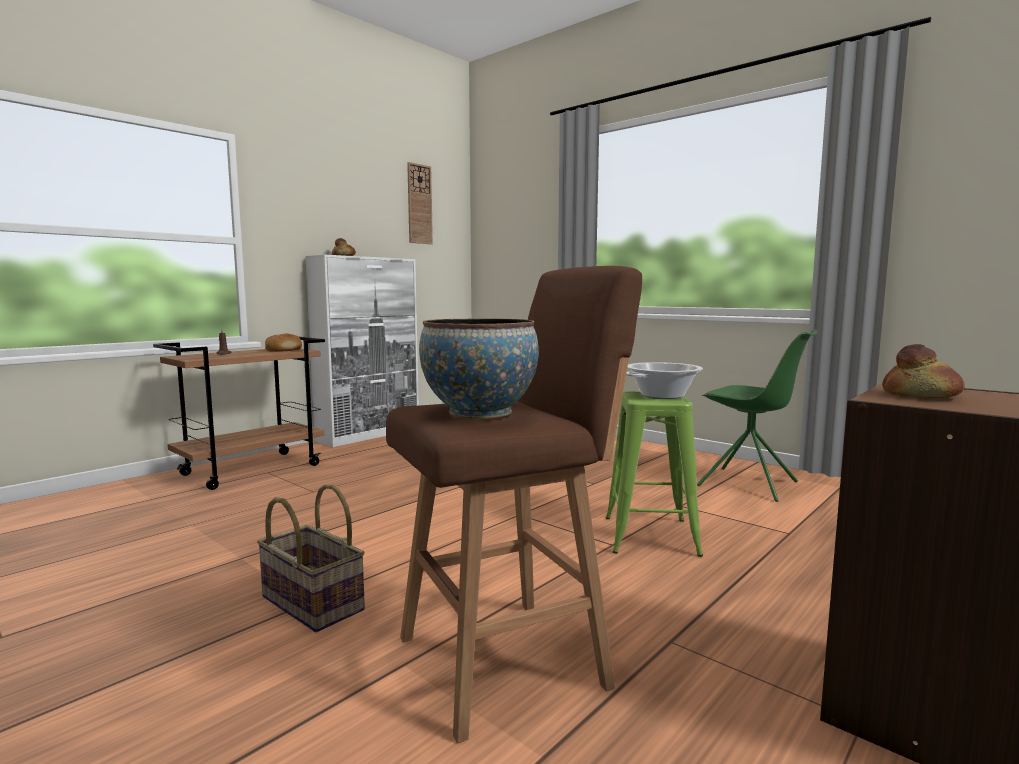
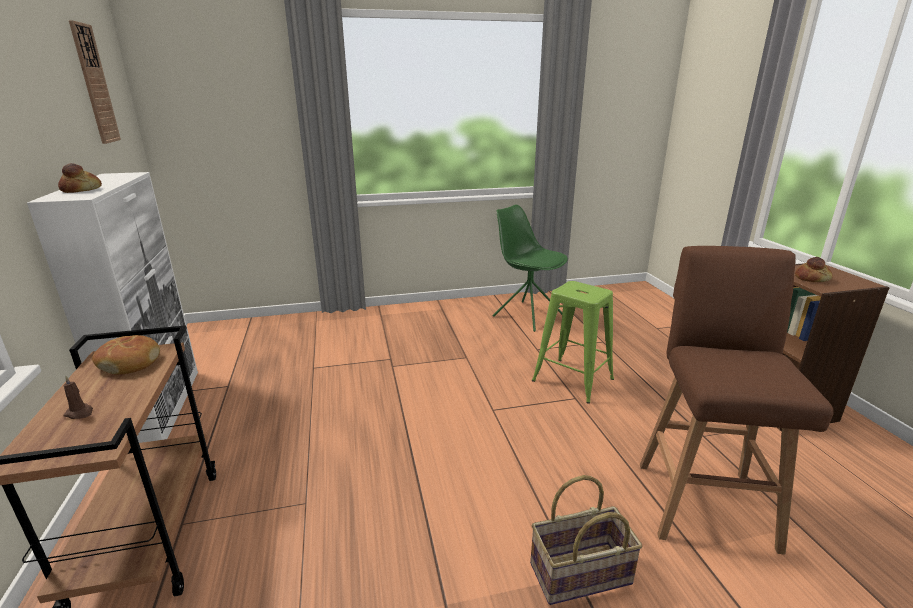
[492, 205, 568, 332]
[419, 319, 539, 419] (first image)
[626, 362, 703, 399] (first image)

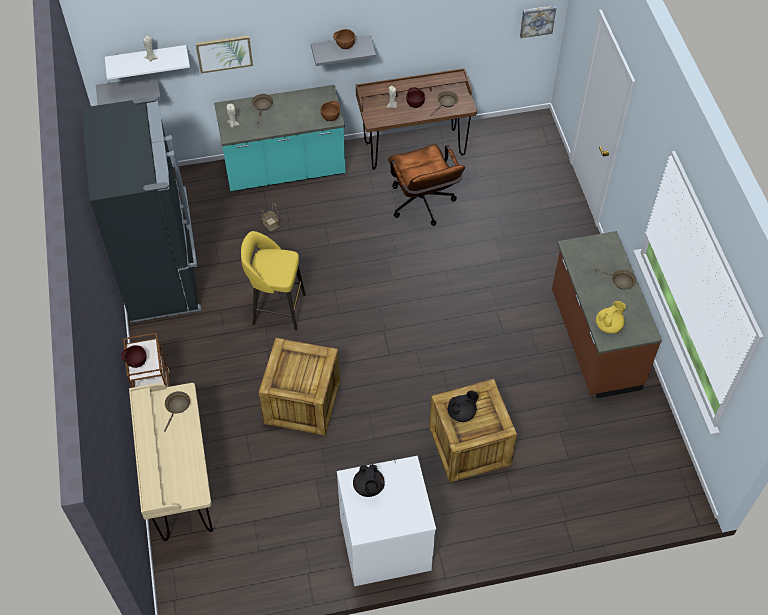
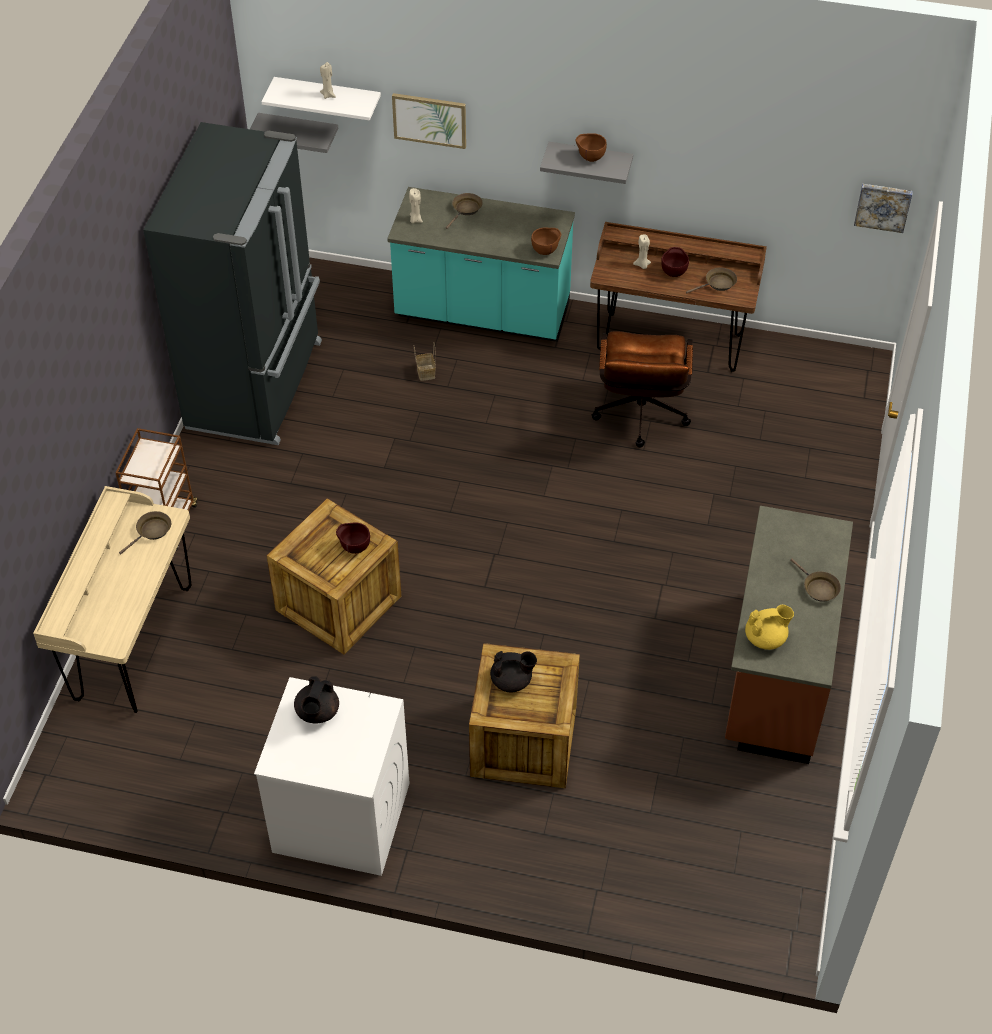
[336, 522, 370, 554]
[241, 231, 306, 331] (first image)

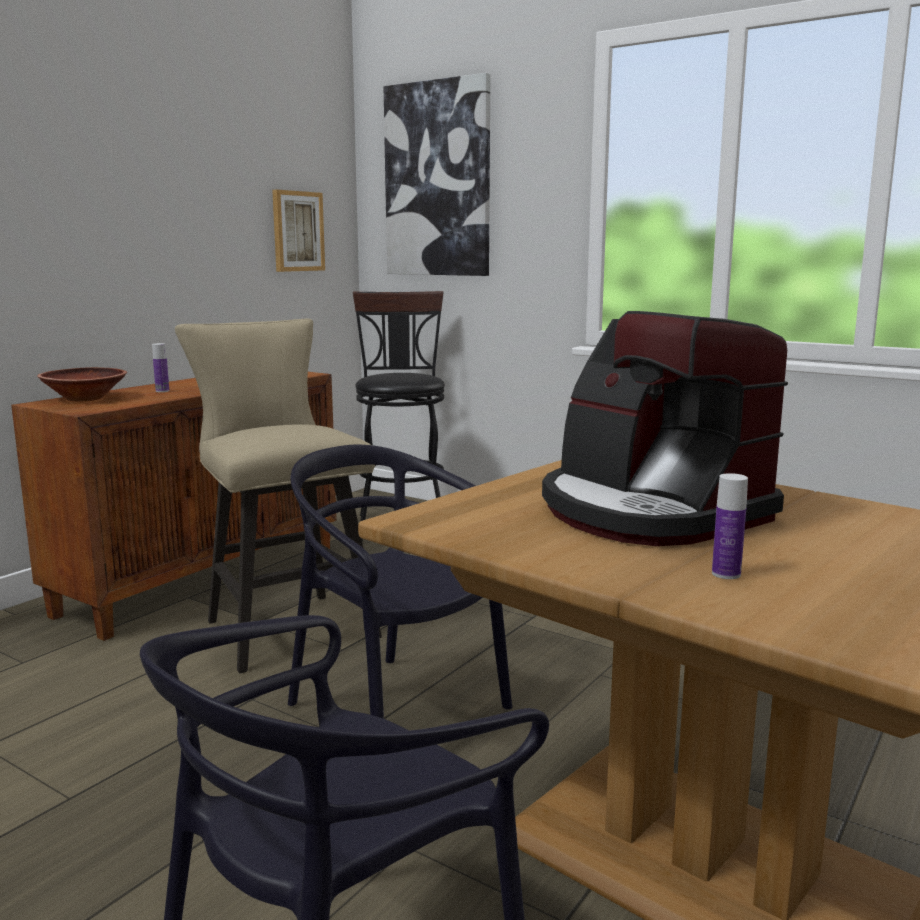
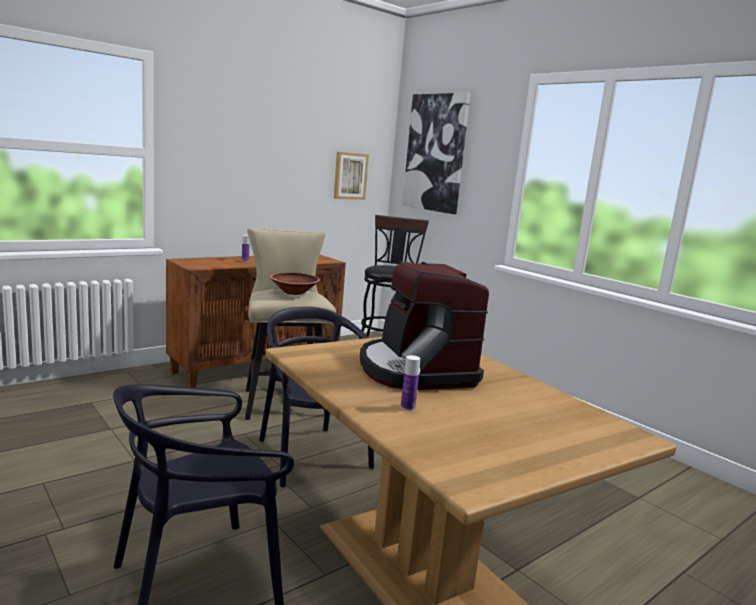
[270, 273, 320, 295]

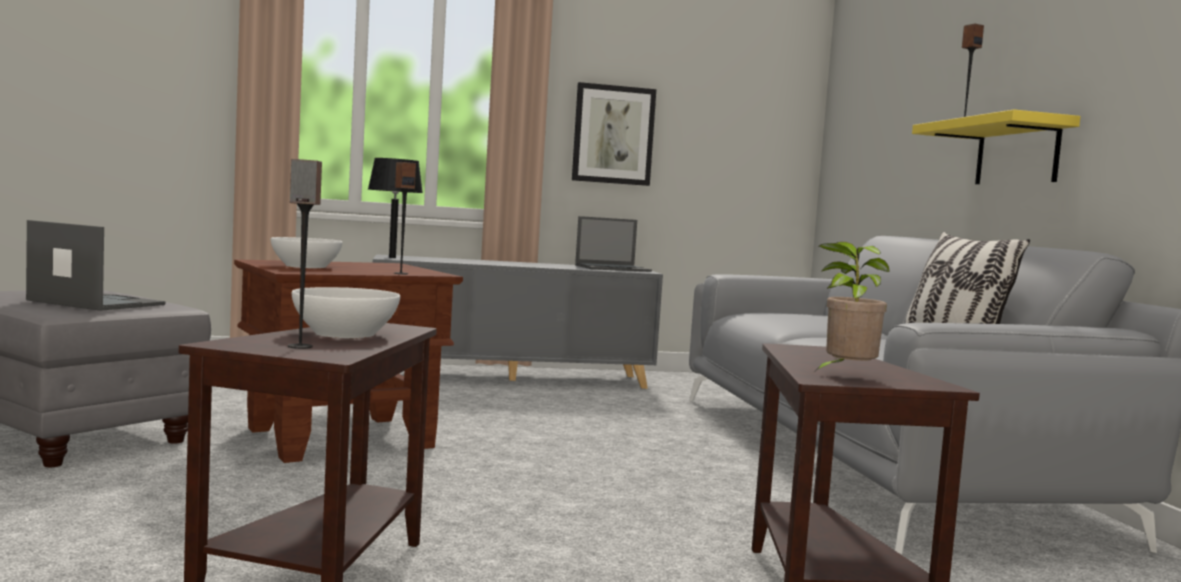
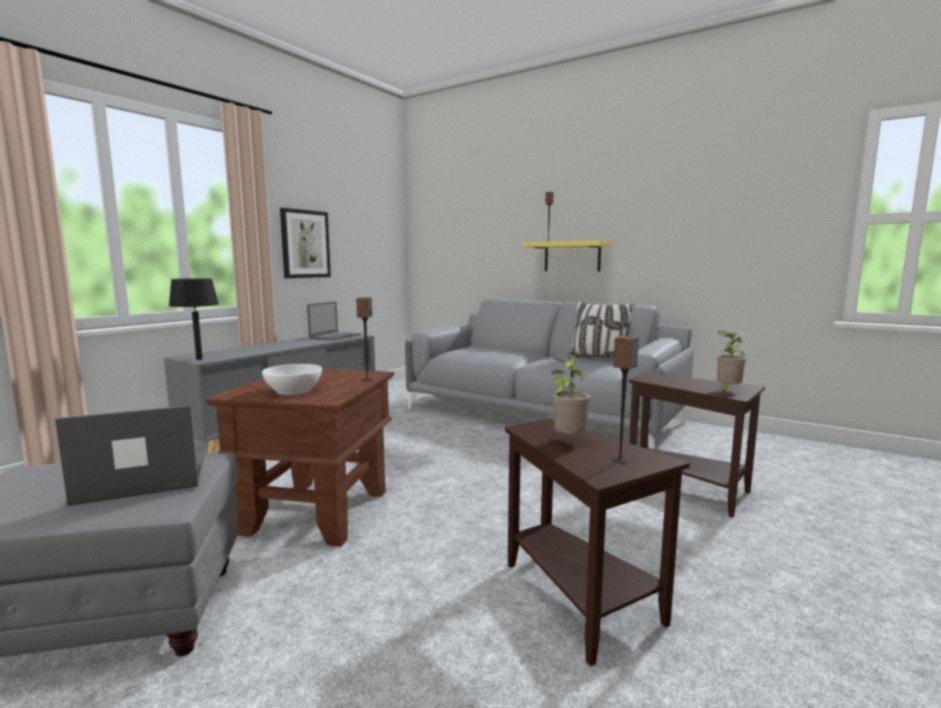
[552, 356, 590, 435]

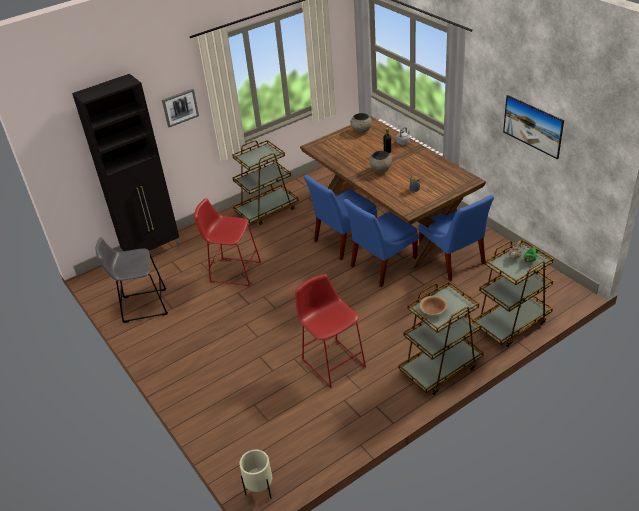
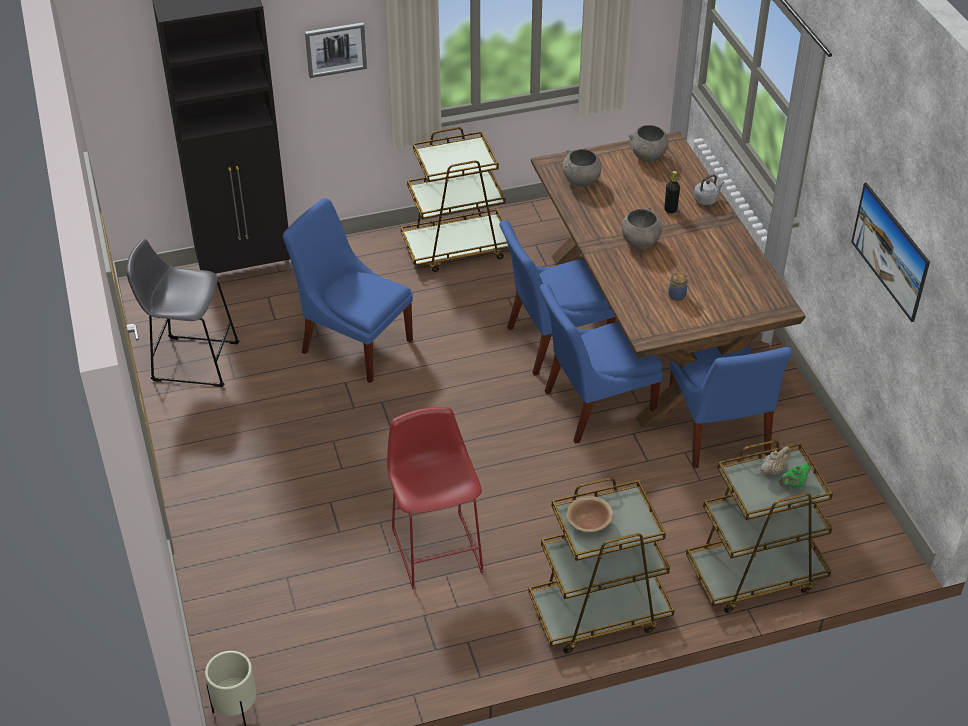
[283, 198, 413, 383]
[562, 149, 601, 187]

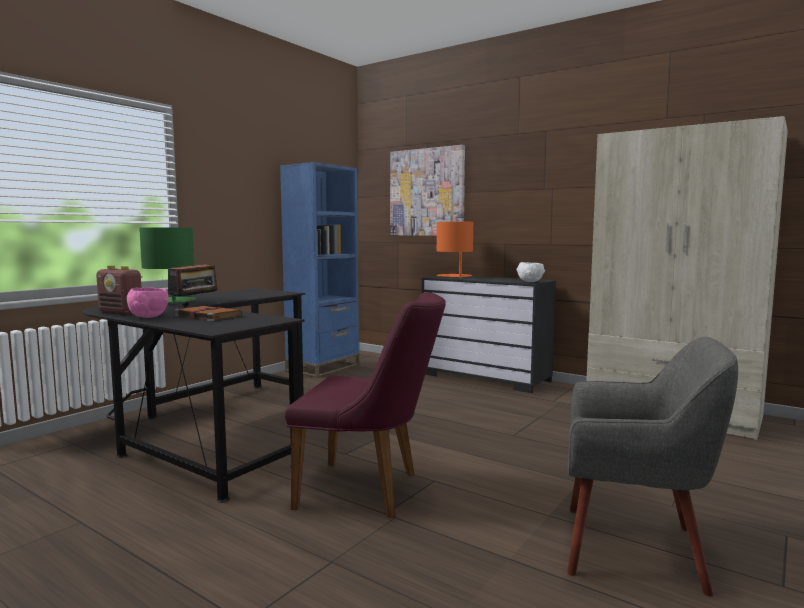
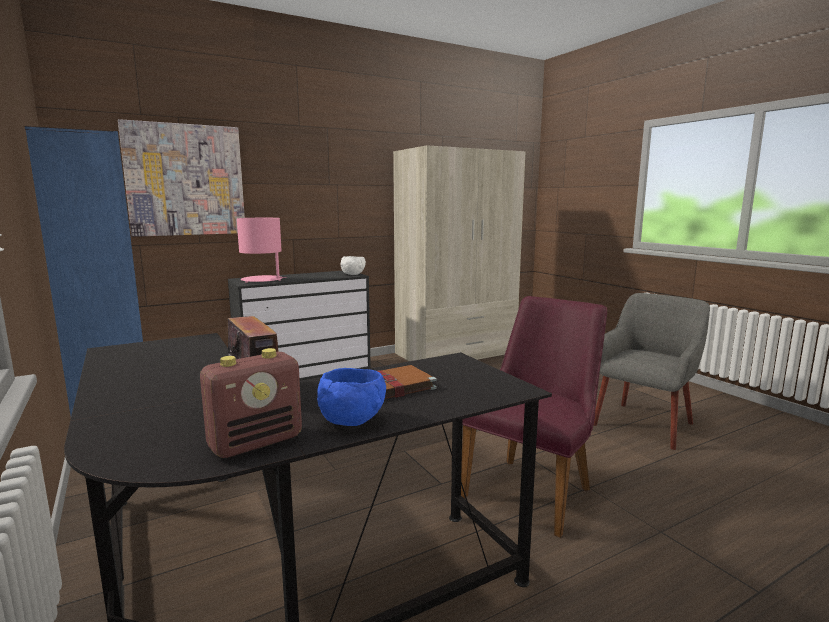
[237, 218, 287, 283]
[317, 368, 386, 426]
[139, 227, 196, 305] (first image)

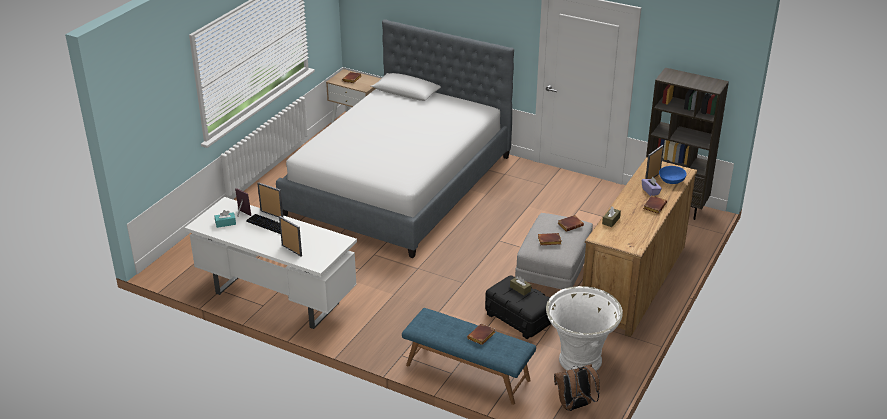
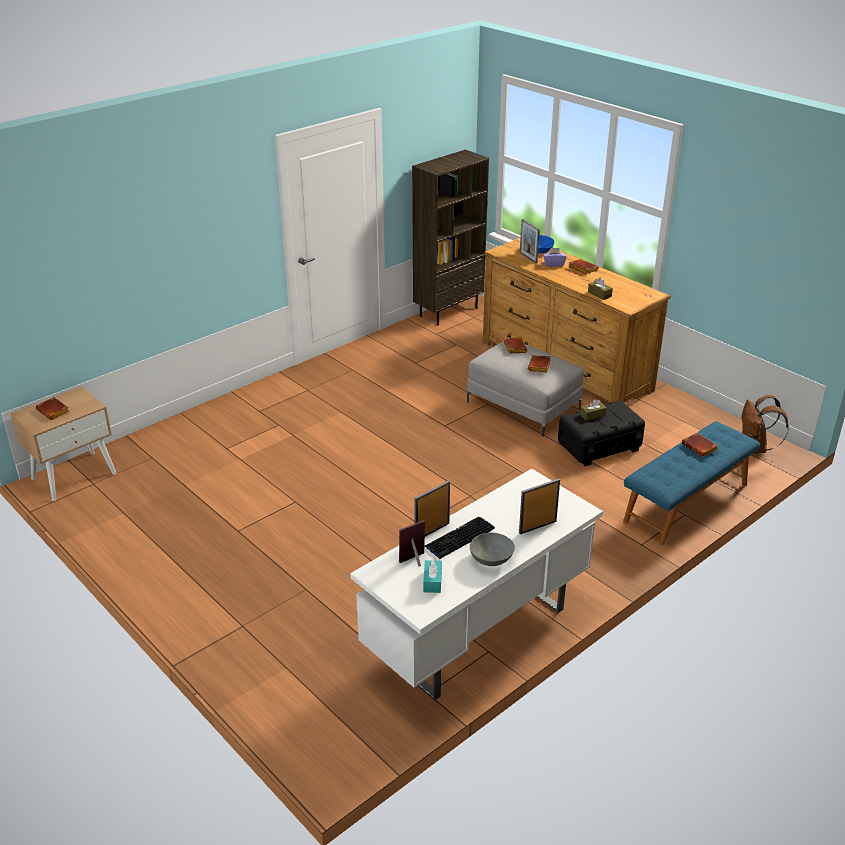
[470, 533, 515, 566]
[276, 20, 514, 258] (first image)
[546, 286, 623, 371] (first image)

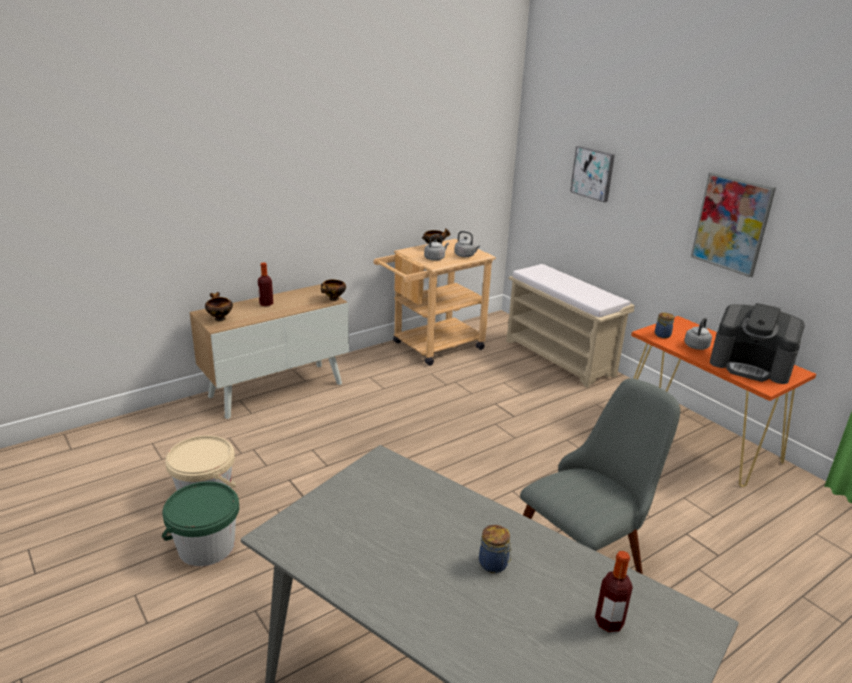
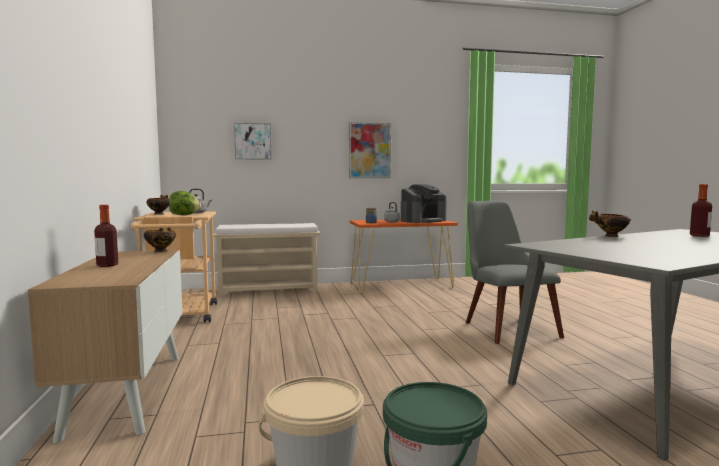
[169, 191, 201, 215]
[589, 211, 631, 237]
[479, 525, 511, 573] (first image)

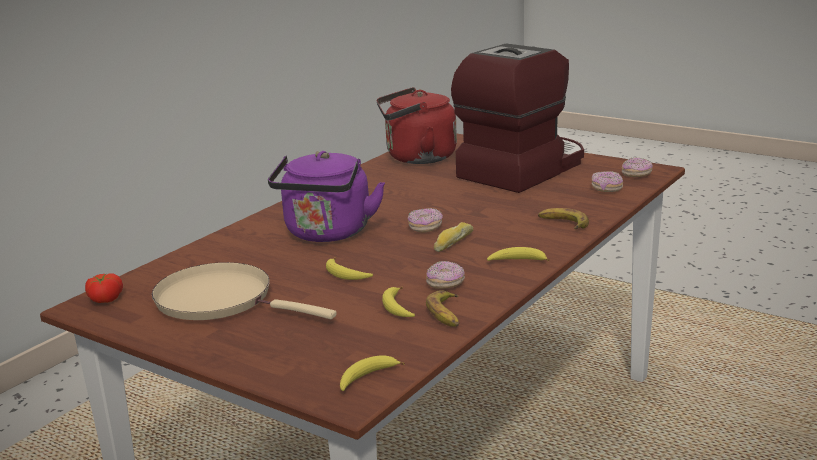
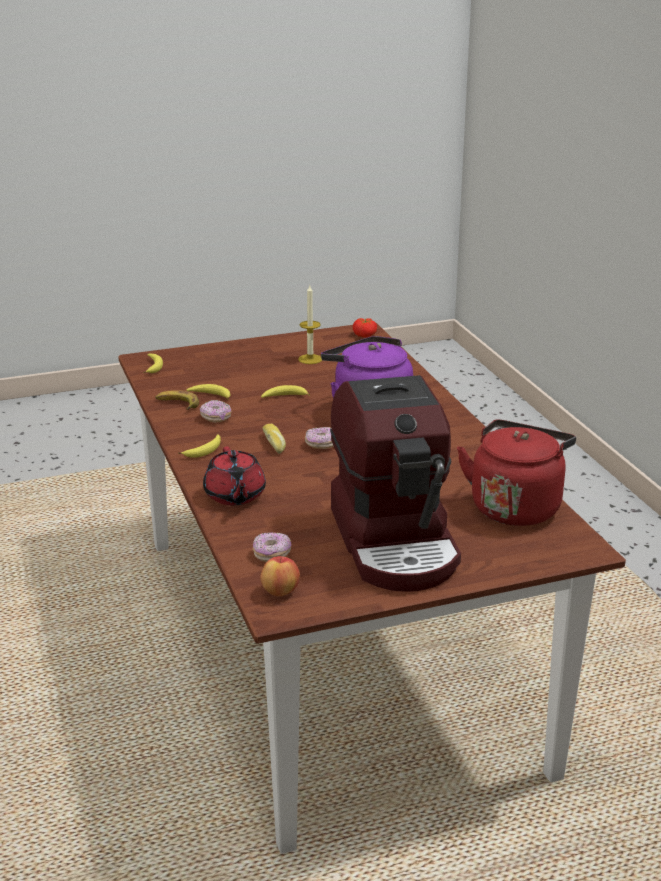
[203, 446, 266, 505]
[260, 556, 300, 596]
[298, 285, 322, 364]

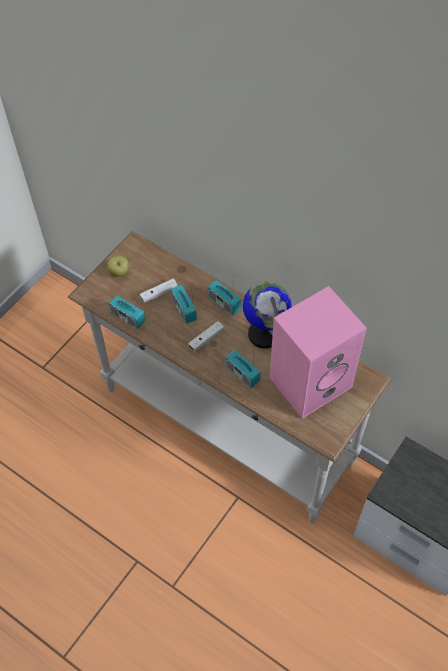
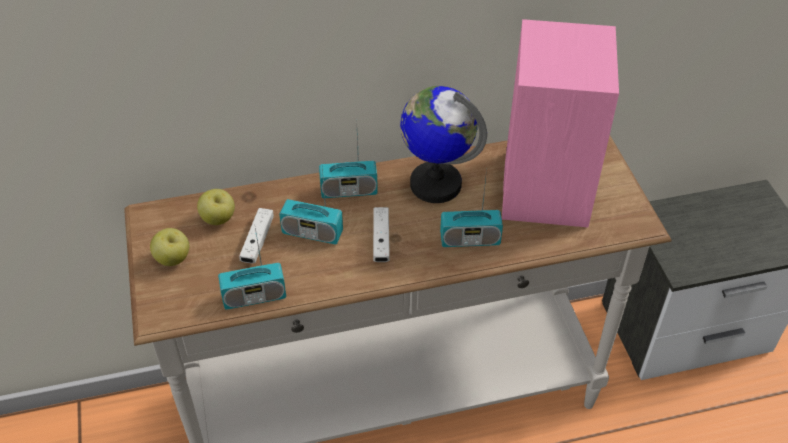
[197, 189, 235, 225]

